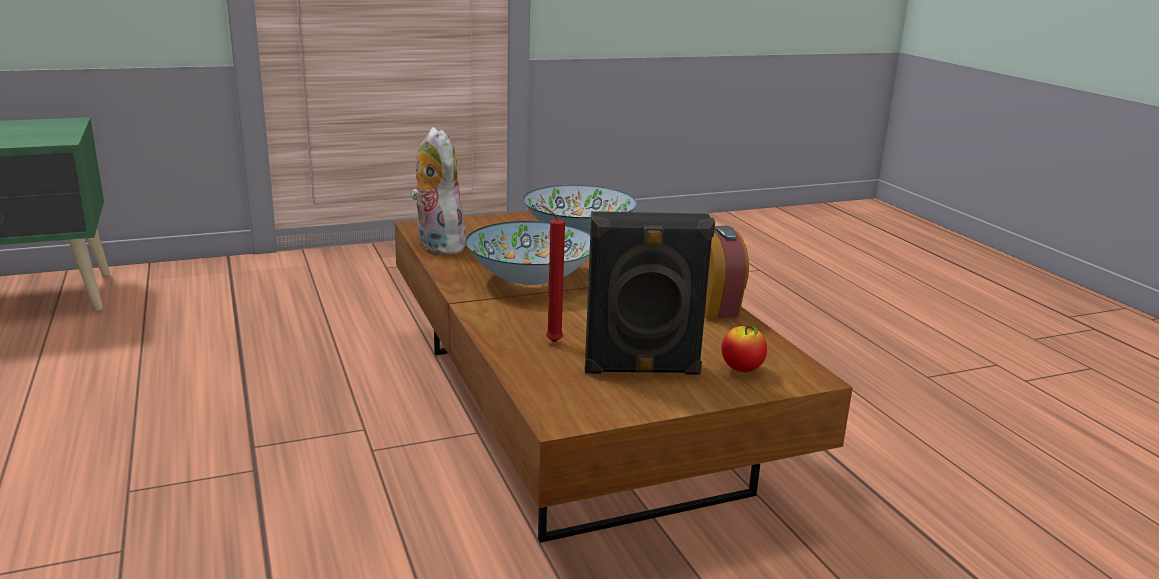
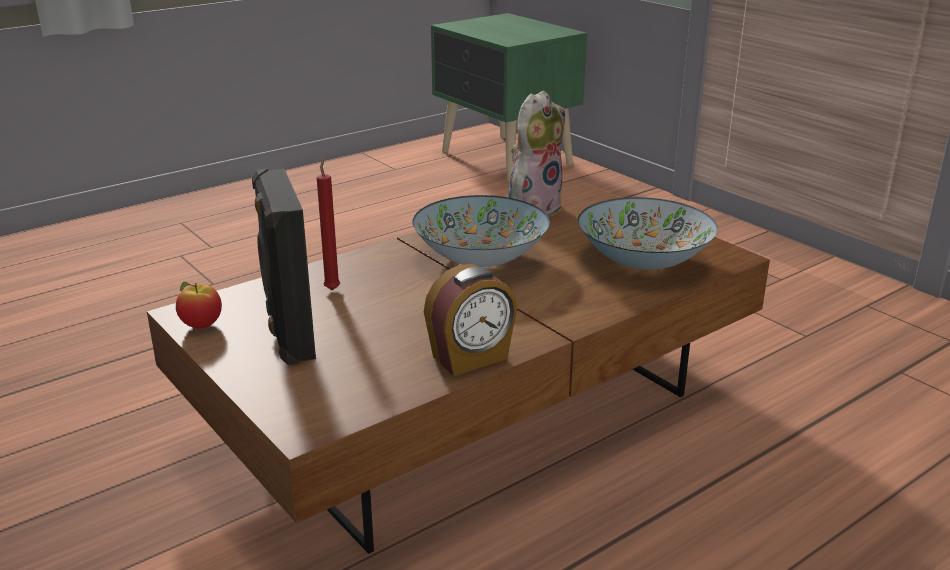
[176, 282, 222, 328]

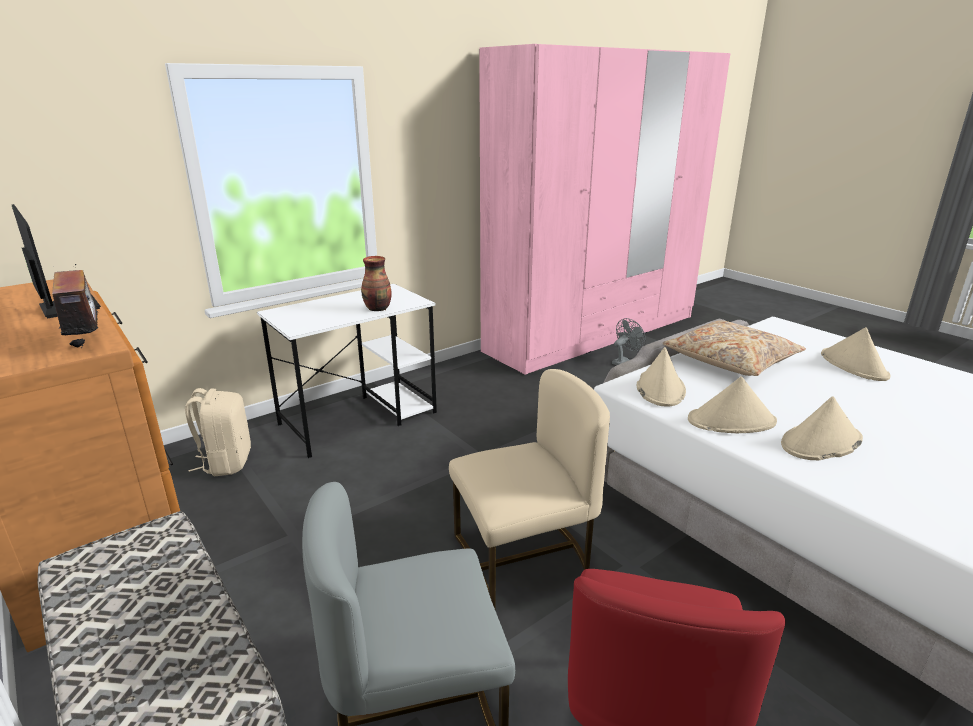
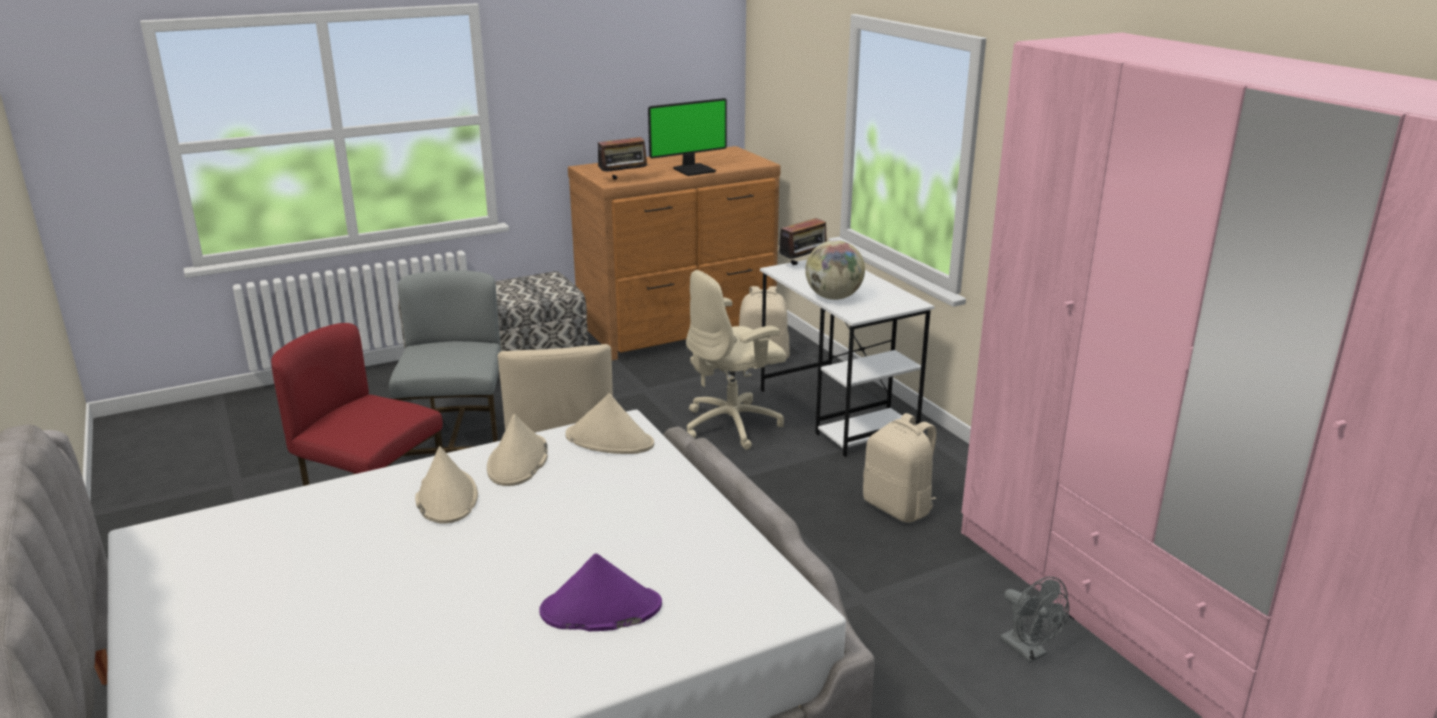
[539, 553, 662, 631]
[686, 270, 786, 450]
[779, 216, 827, 265]
[805, 240, 865, 300]
[863, 413, 937, 523]
[663, 320, 806, 376] (first image)

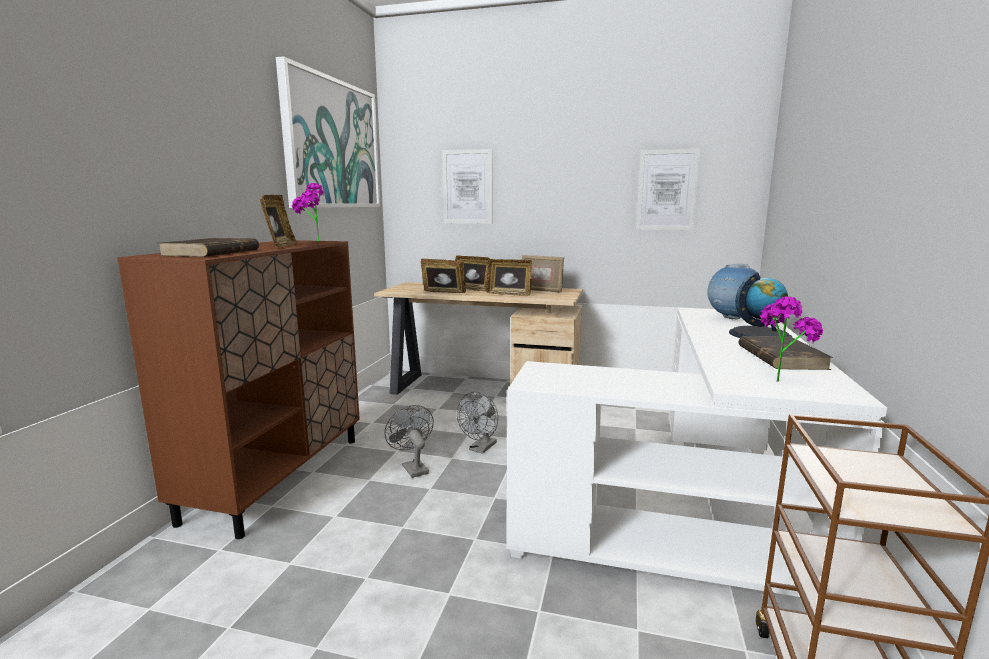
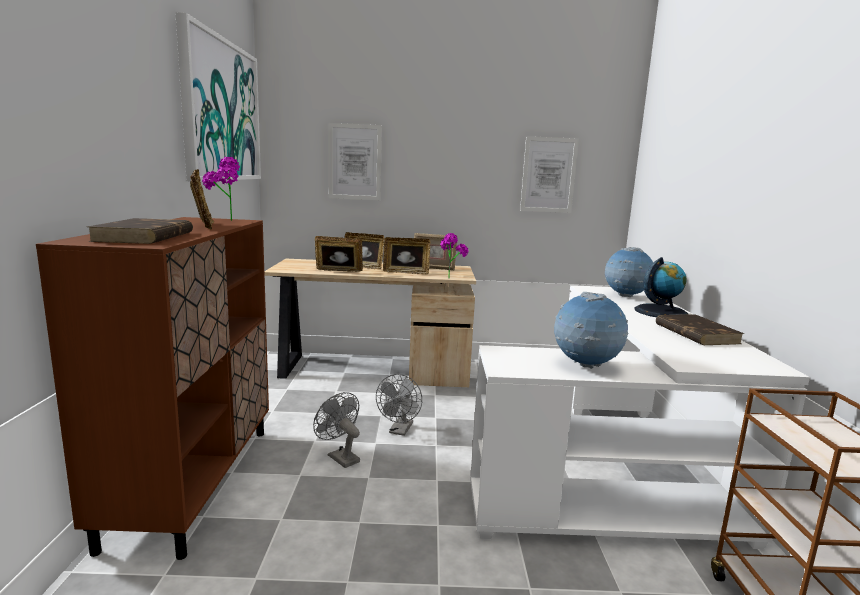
[440, 233, 469, 279]
[554, 292, 628, 369]

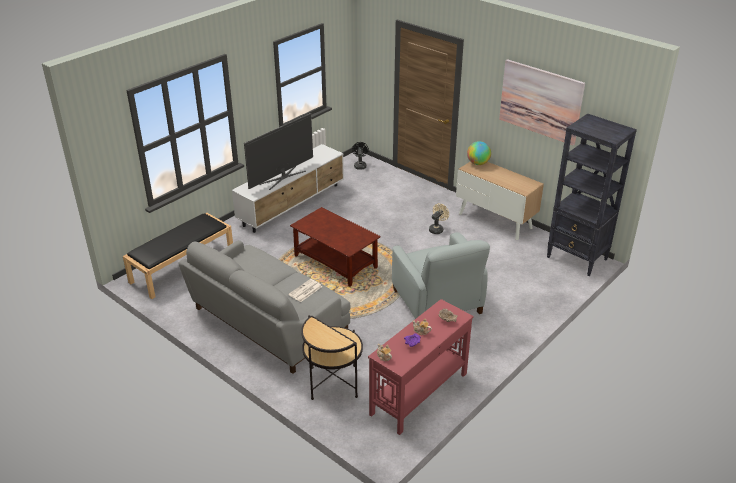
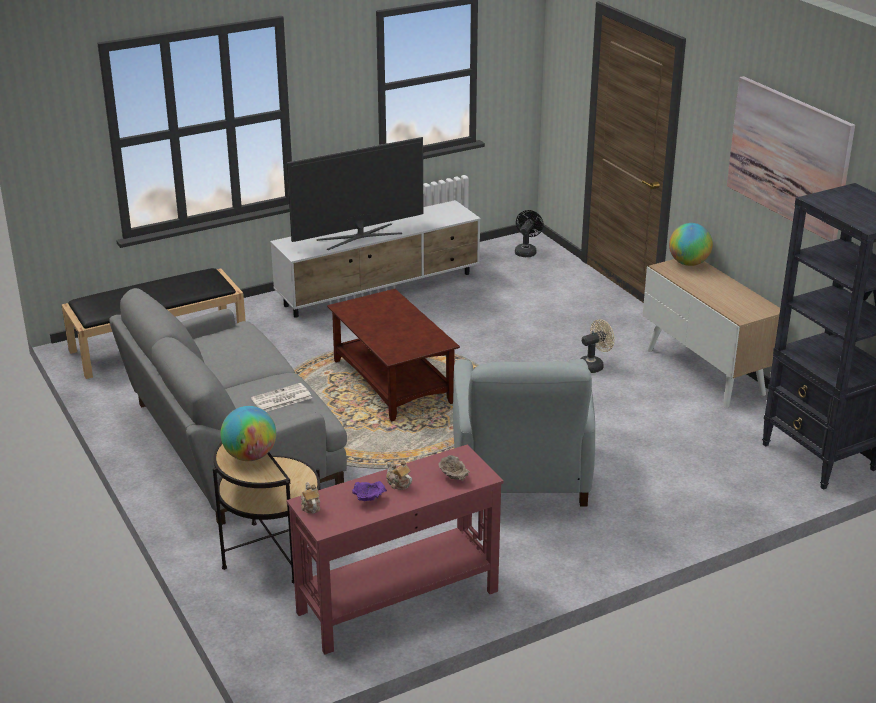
[220, 406, 276, 461]

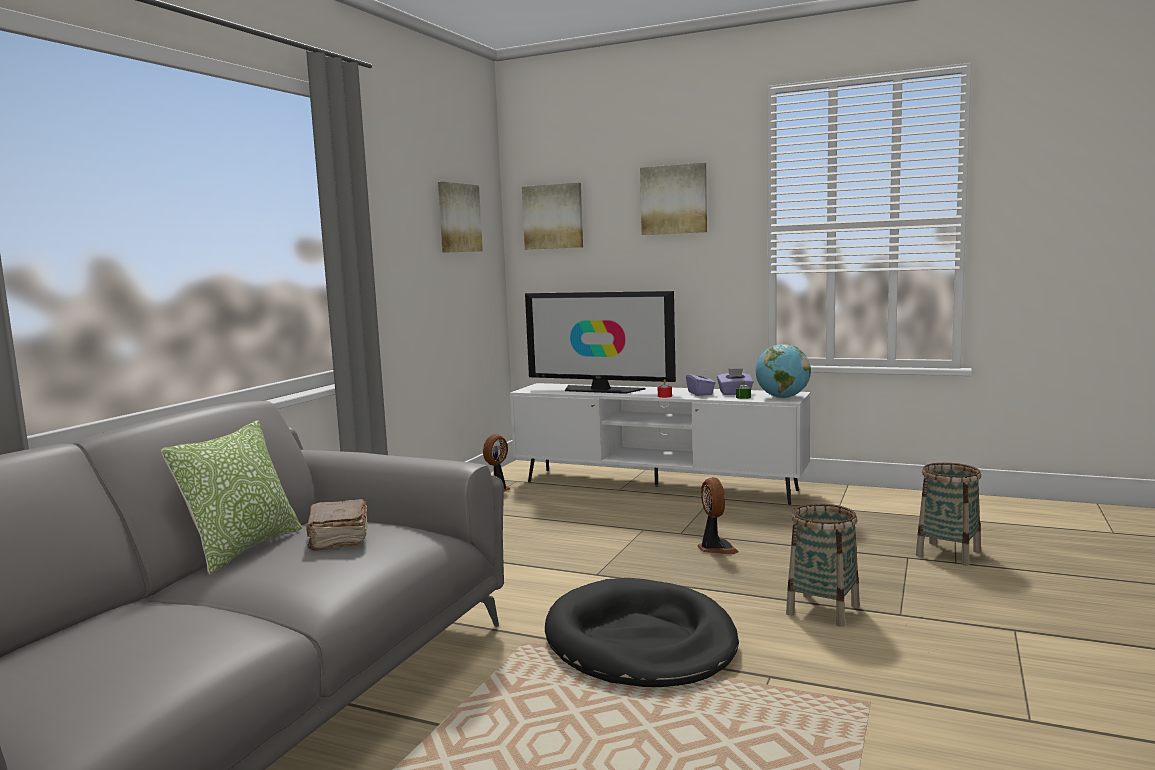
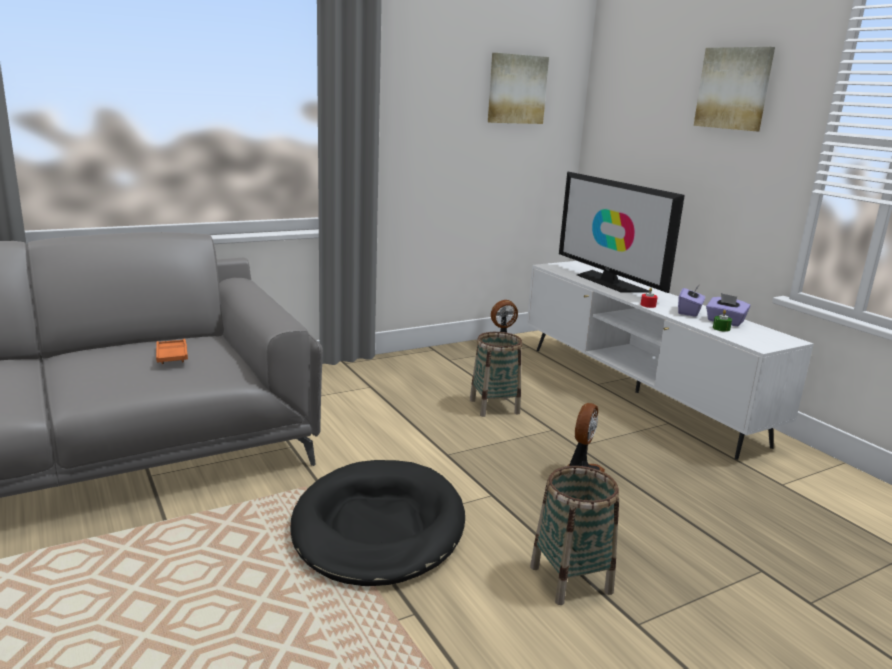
[156, 339, 188, 364]
[470, 332, 522, 417]
[161, 420, 302, 575] (first image)
[522, 183, 583, 250] (first image)
[756, 344, 811, 398] (first image)

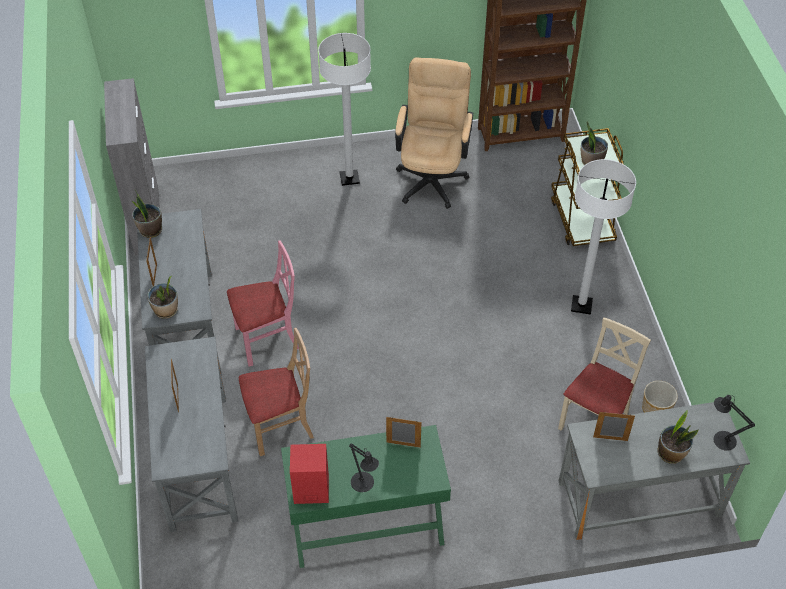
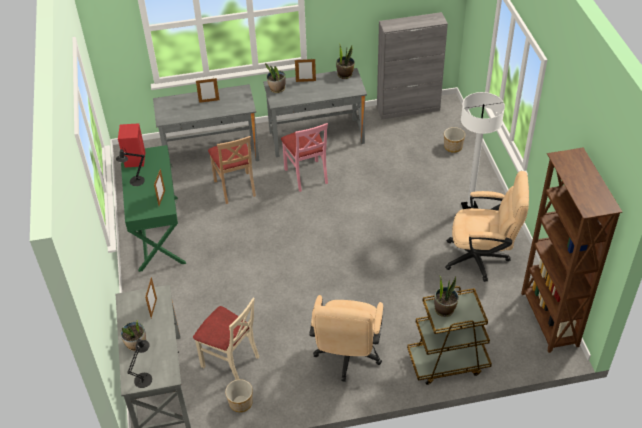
[309, 295, 383, 382]
[444, 127, 465, 153]

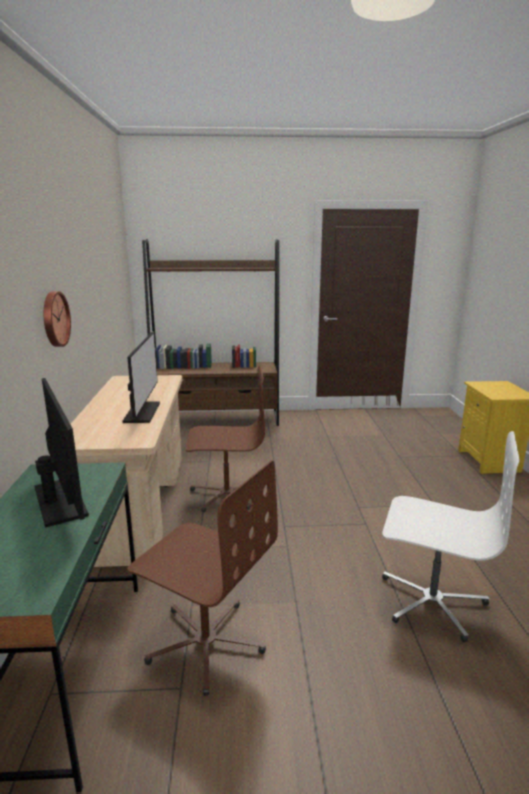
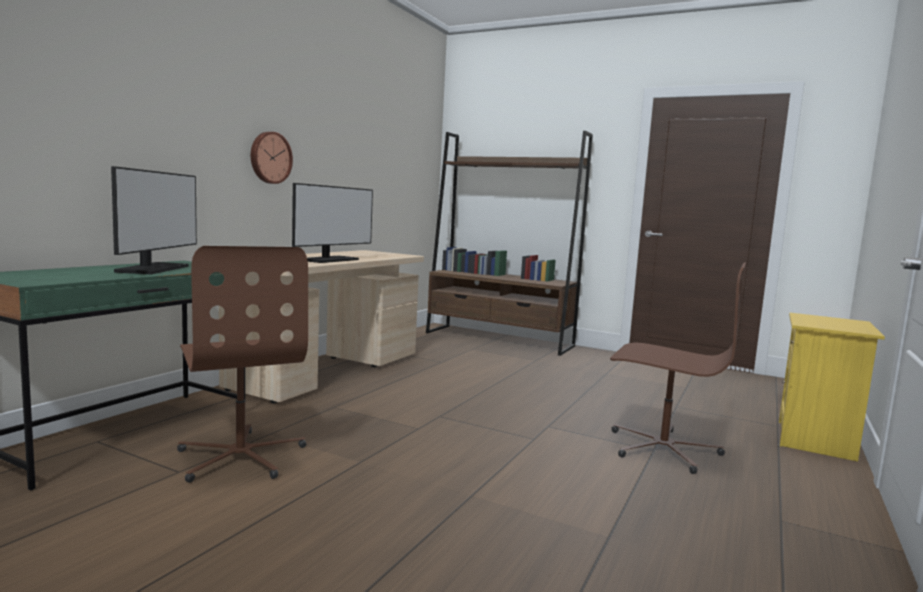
[610, 263, 746, 474]
[382, 431, 520, 642] (first image)

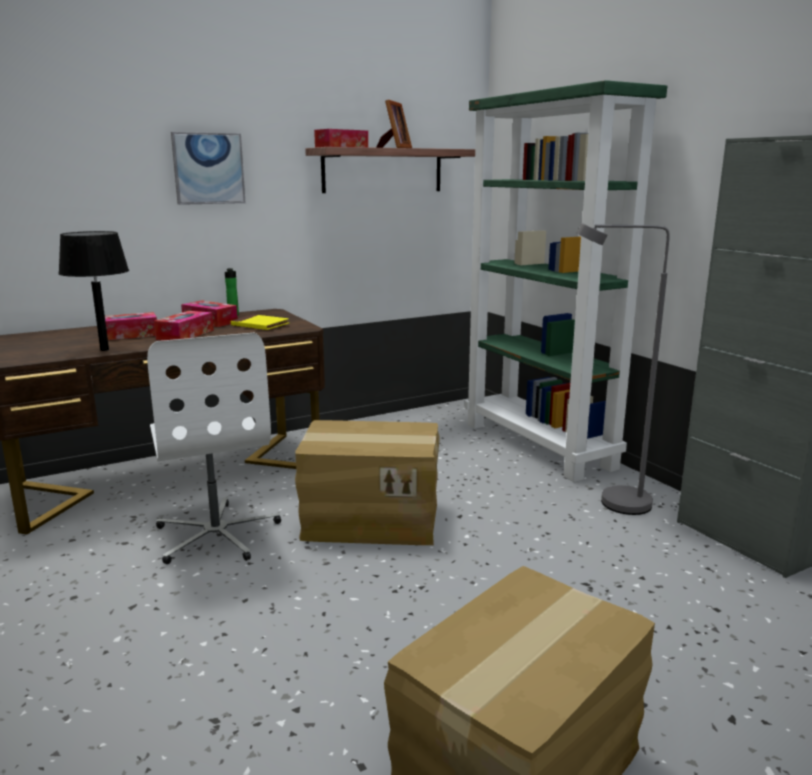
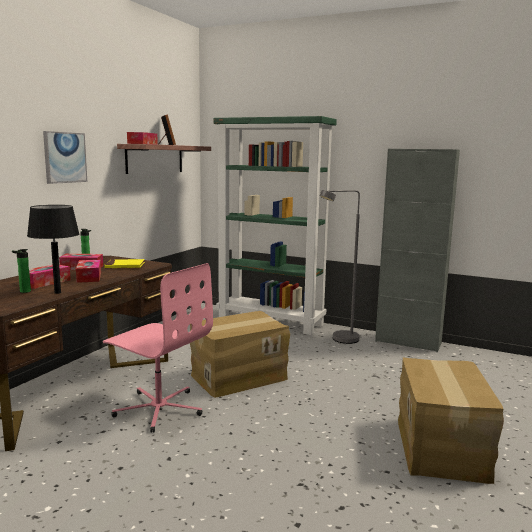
[12, 249, 31, 293]
[103, 263, 213, 433]

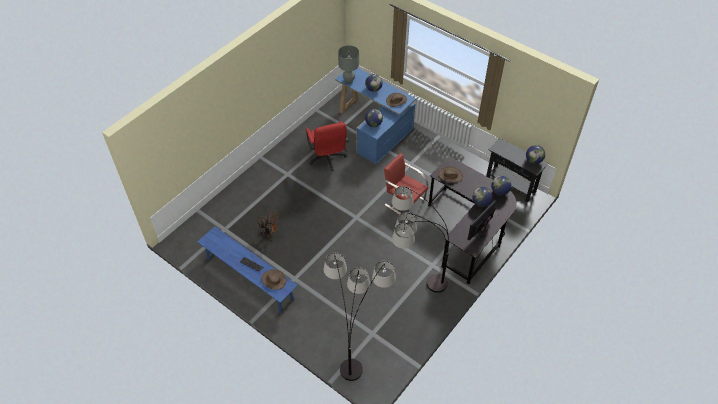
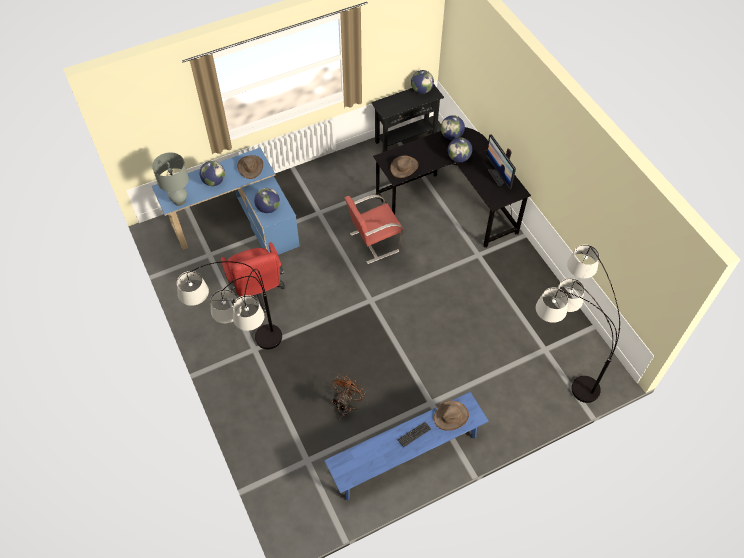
[177, 261, 282, 349]
[221, 242, 285, 313]

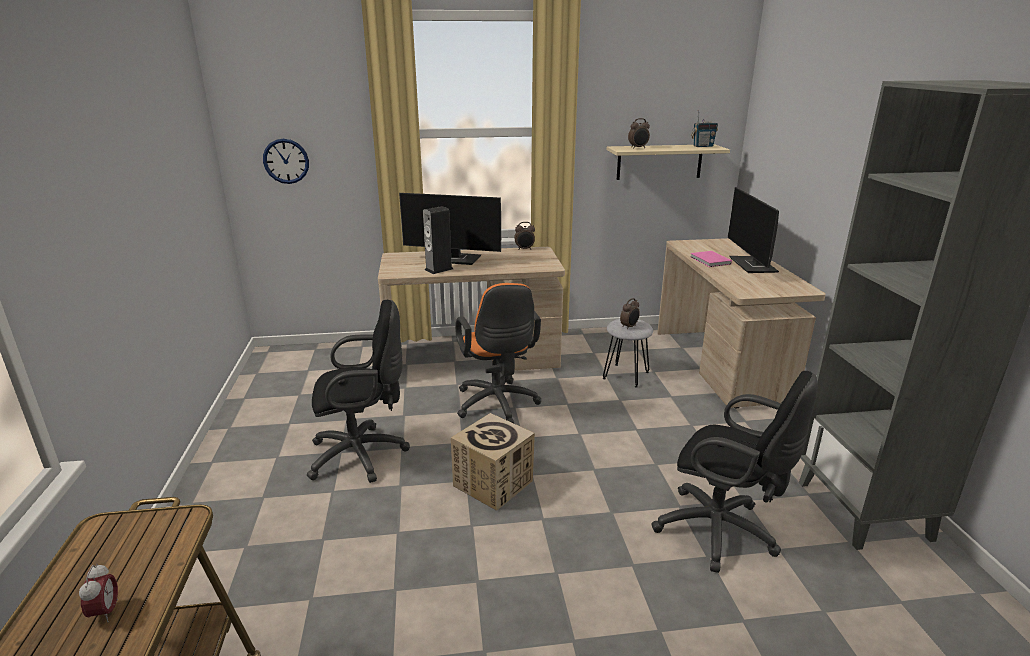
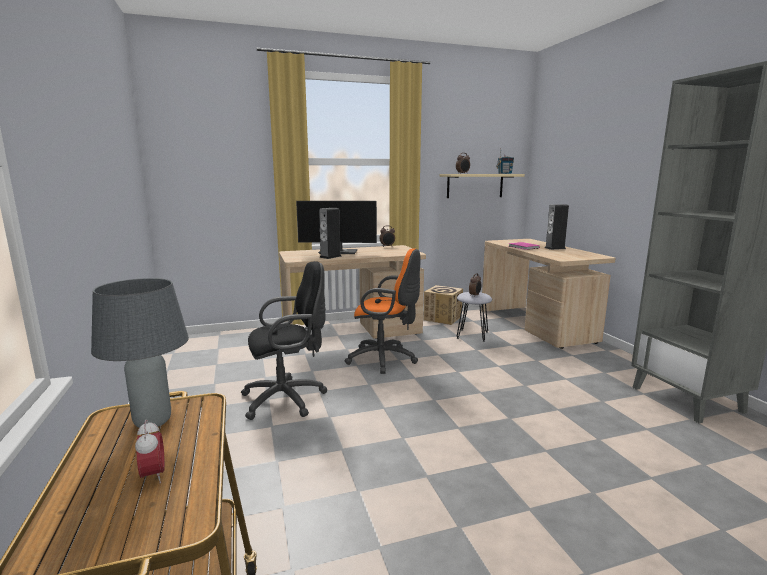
[91, 278, 189, 428]
[345, 248, 420, 374]
[423, 285, 463, 325]
[545, 204, 569, 250]
[263, 139, 309, 184] (first image)
[652, 371, 817, 573] (first image)

